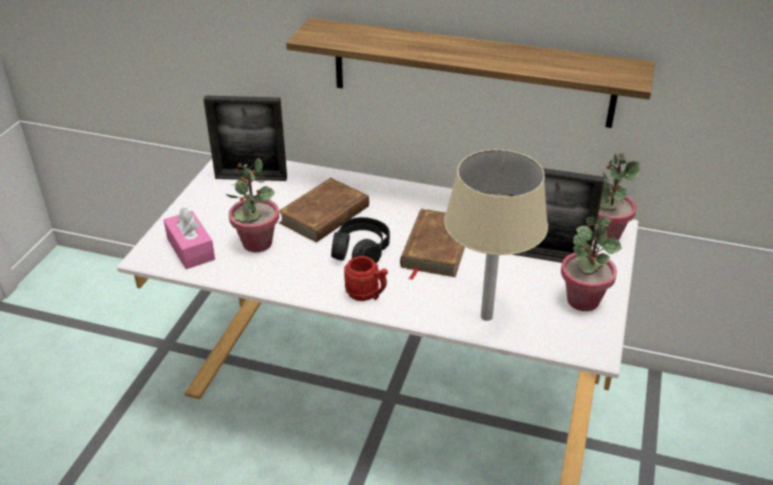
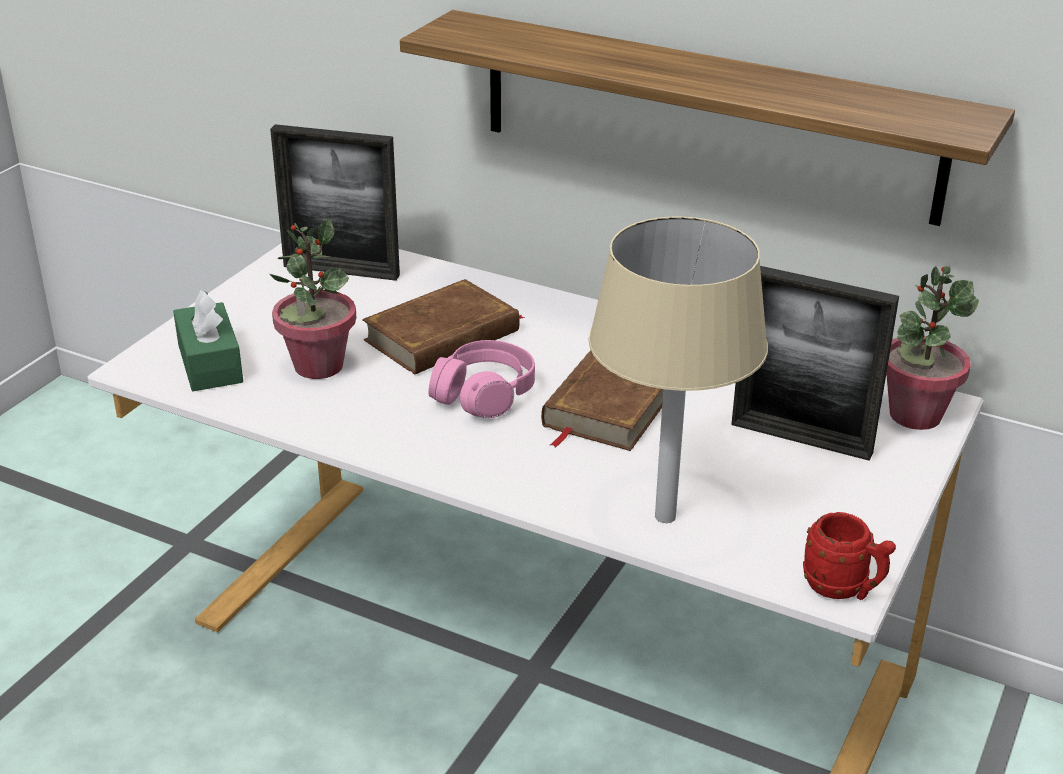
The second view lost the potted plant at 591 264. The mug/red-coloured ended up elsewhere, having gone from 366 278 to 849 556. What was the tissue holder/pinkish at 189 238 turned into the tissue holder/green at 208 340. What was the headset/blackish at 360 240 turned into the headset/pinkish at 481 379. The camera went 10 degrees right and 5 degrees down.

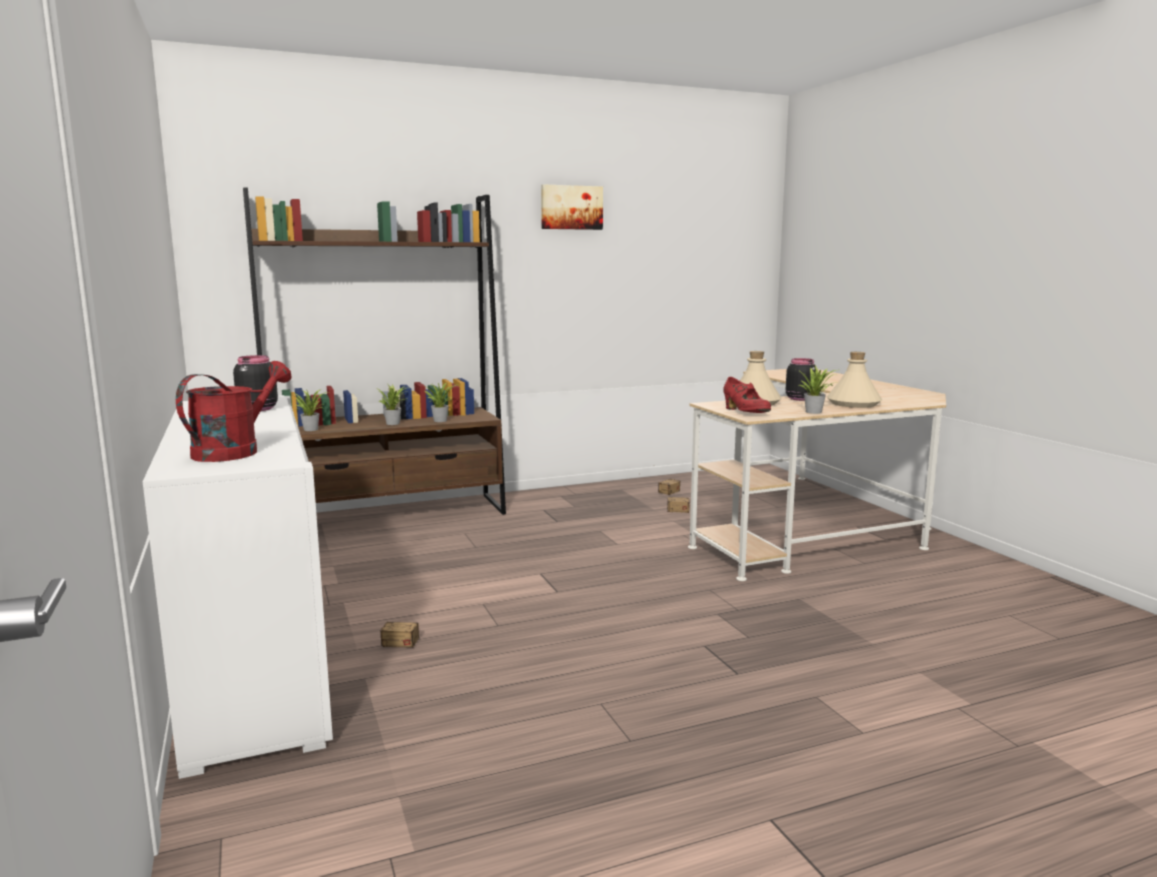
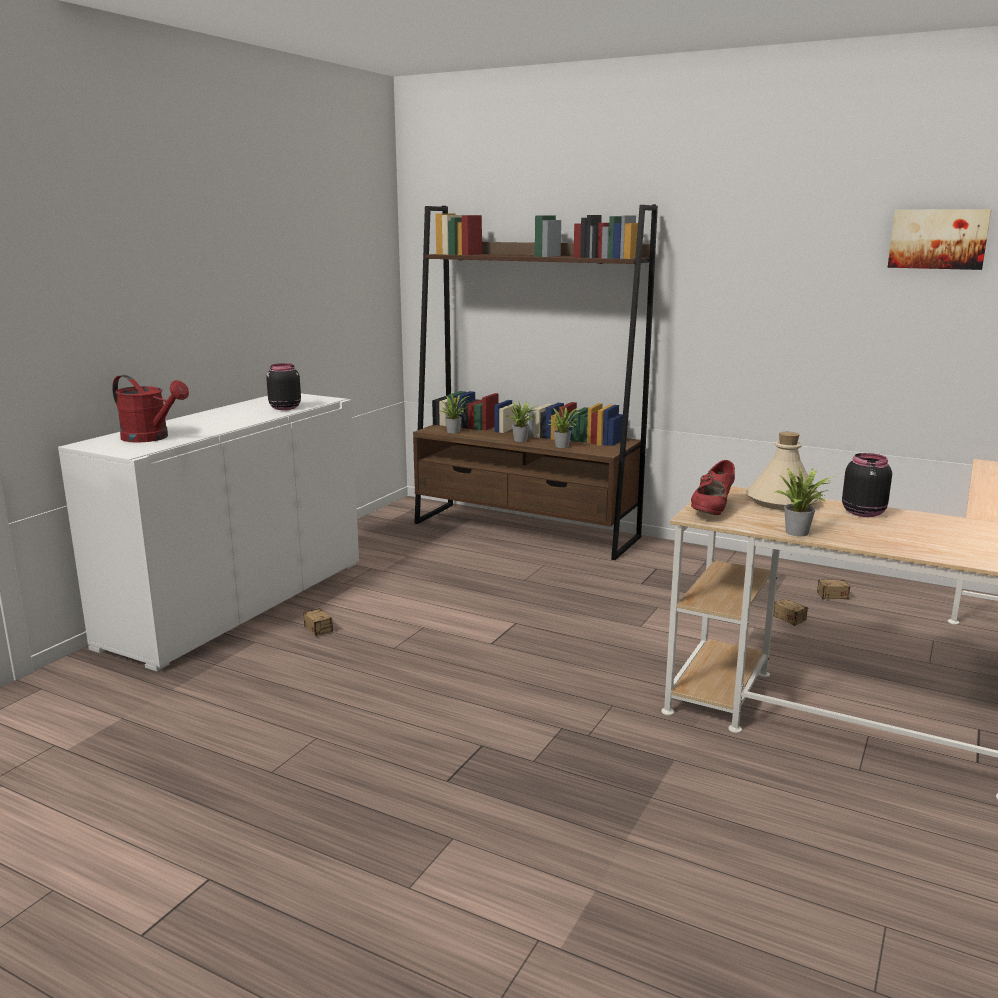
The second view lost the bottle/beige at 854 380. The picture ended up elsewhere, having gone from 572 207 to 939 239. The watering pot/red-coloured at 234 411 ended up facing another way, 45 degrees clockwise from before. The camera went 50 degrees right and 5 degrees up.

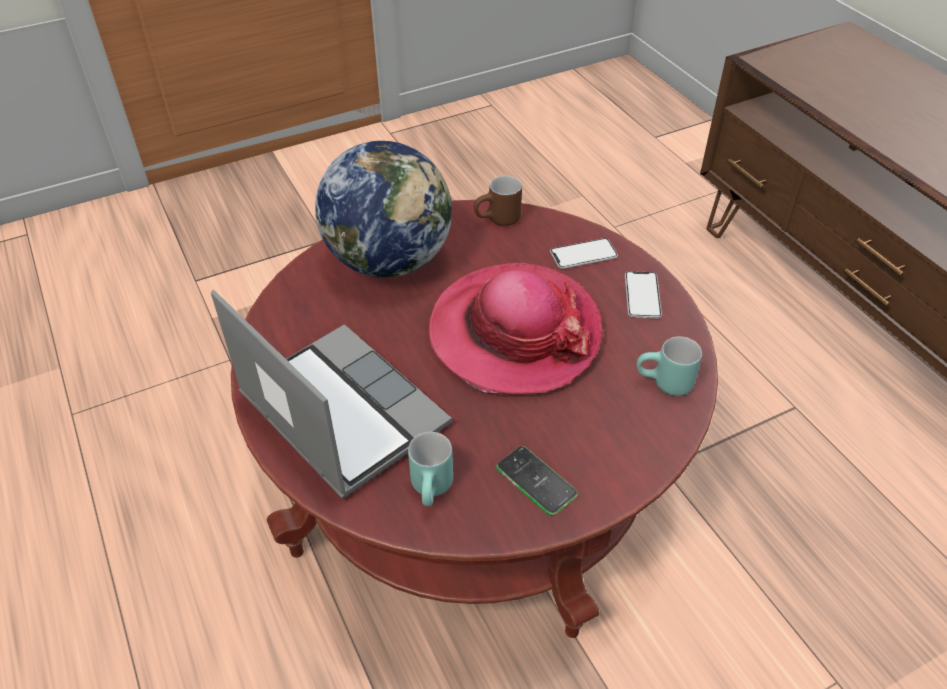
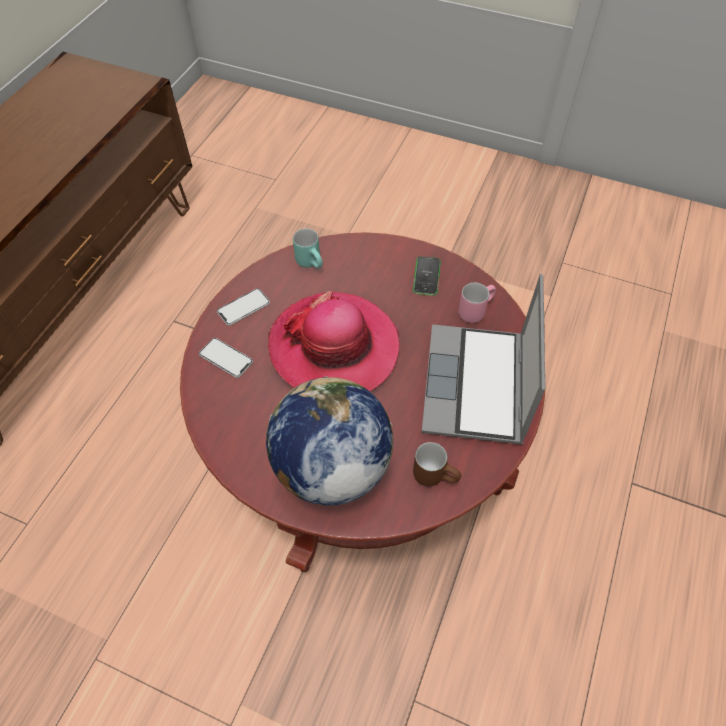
The mug/brown-coloured ended up elsewhere, having gone from 498 201 to 437 464. What was the mug/turquoise-coloured at 430 469 turned into the mug/pinkish at 477 302. The camera went 130 degrees left and 10 degrees up.

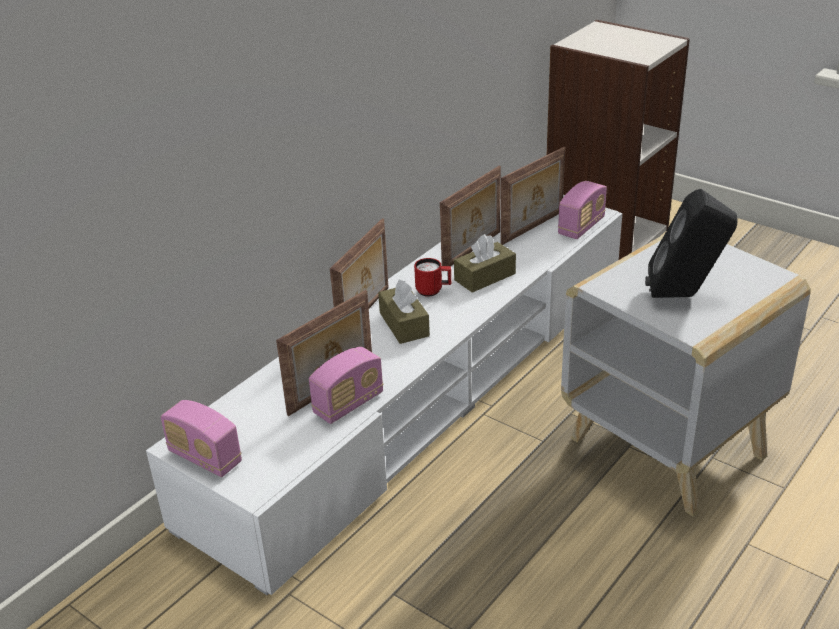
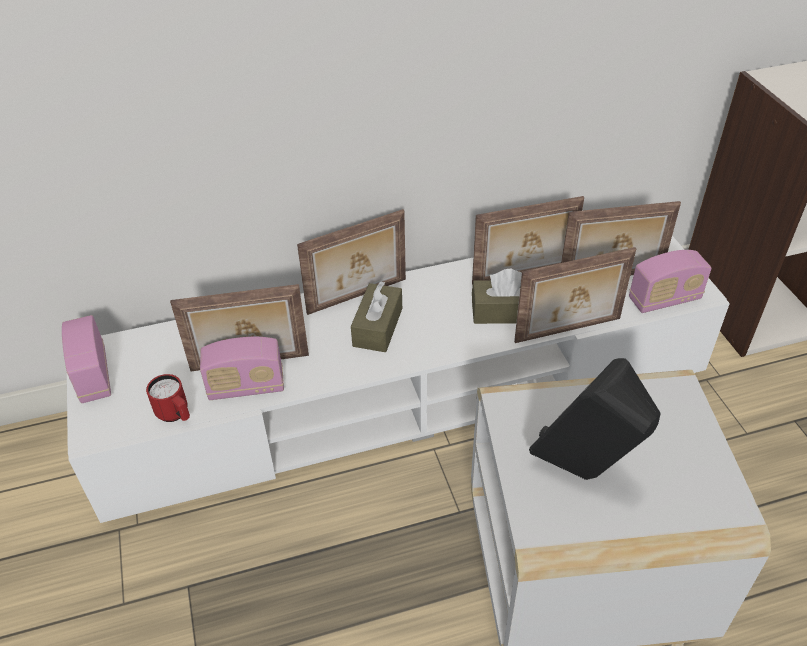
The second view gained the standing frame at 575 295. The mug/red-coloured ended up elsewhere, having gone from 432 277 to 168 398. The camera went 35 degrees right and 10 degrees up.

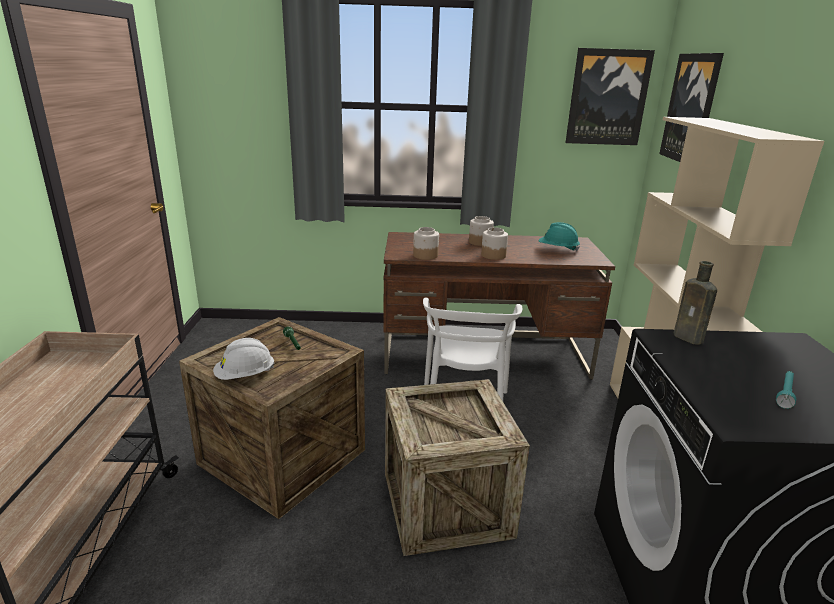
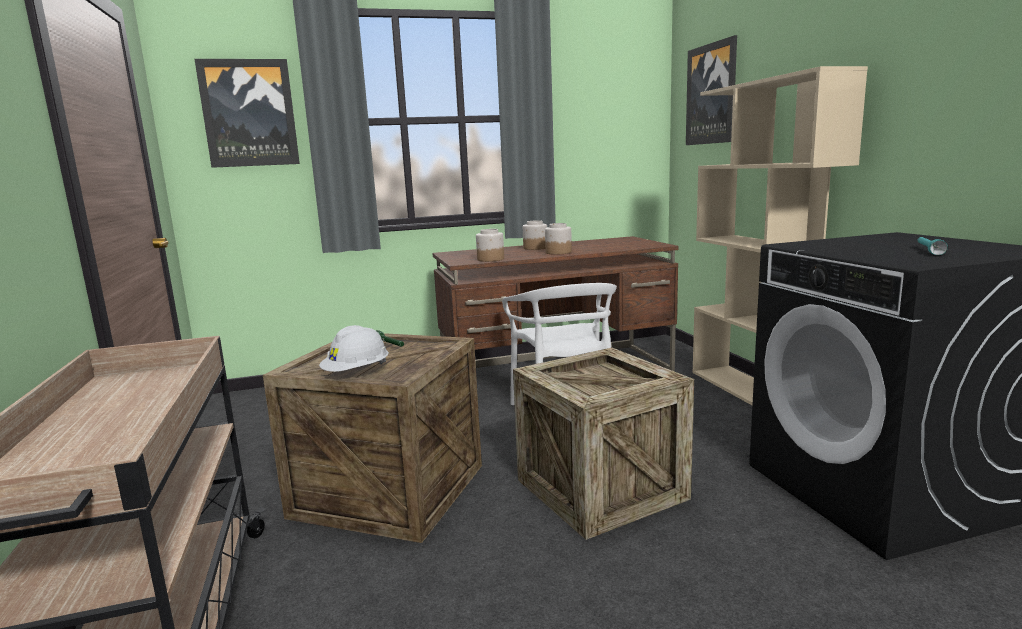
The second view lost the hard hat/turquoise-coloured at 559 237. The second view lost the bottle/brown-coloured at 695 303. The picture ended up elsewhere, having gone from 610 96 to 247 113. The camera went 15 degrees left and 10 degrees down.

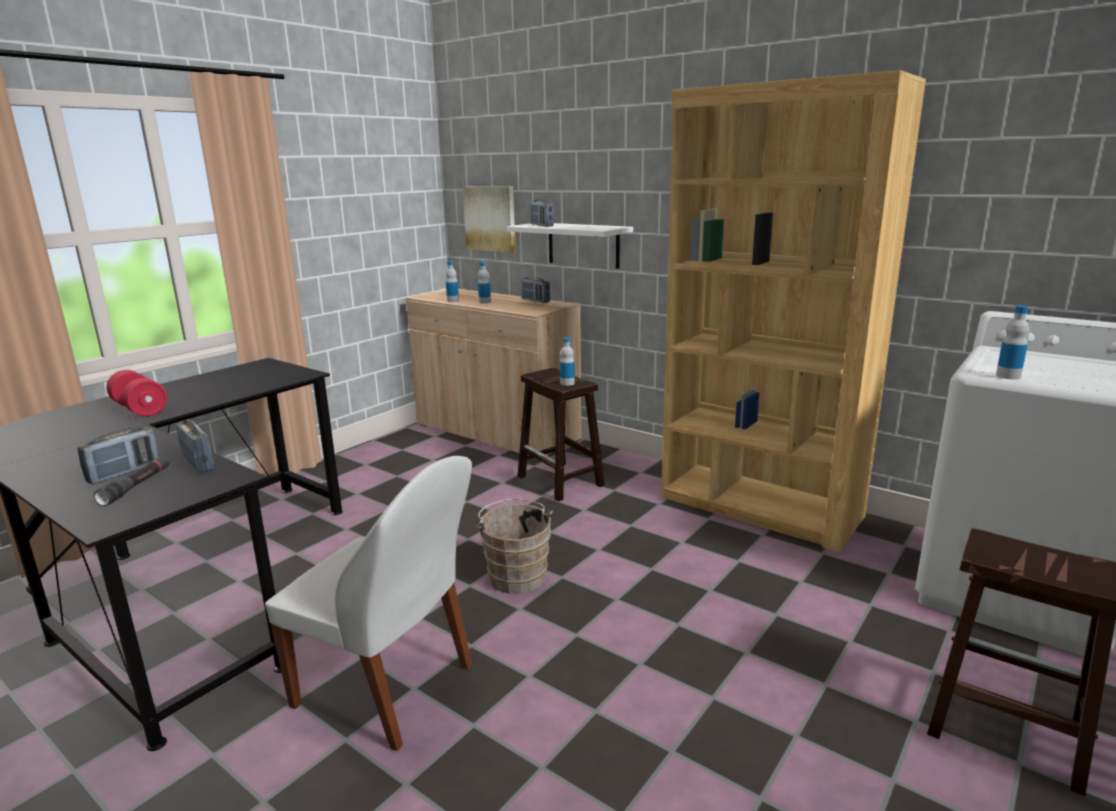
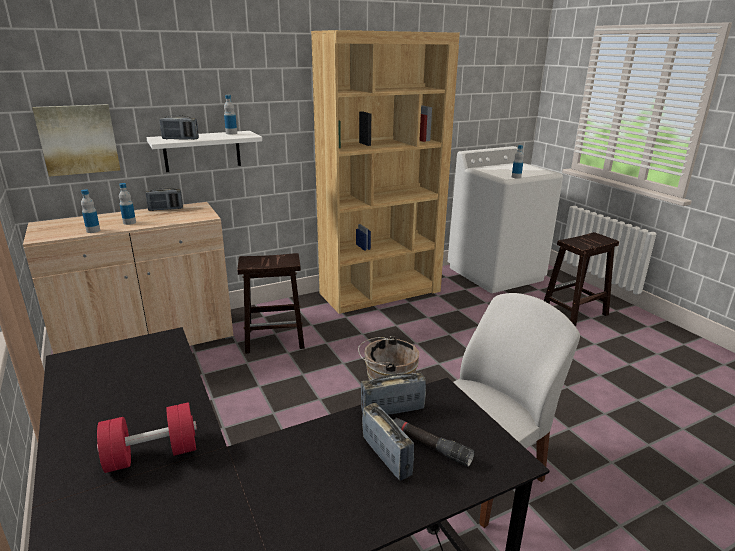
The bottle ended up elsewhere, having gone from 567 361 to 230 114. The camera went 65 degrees left and 5 degrees up.

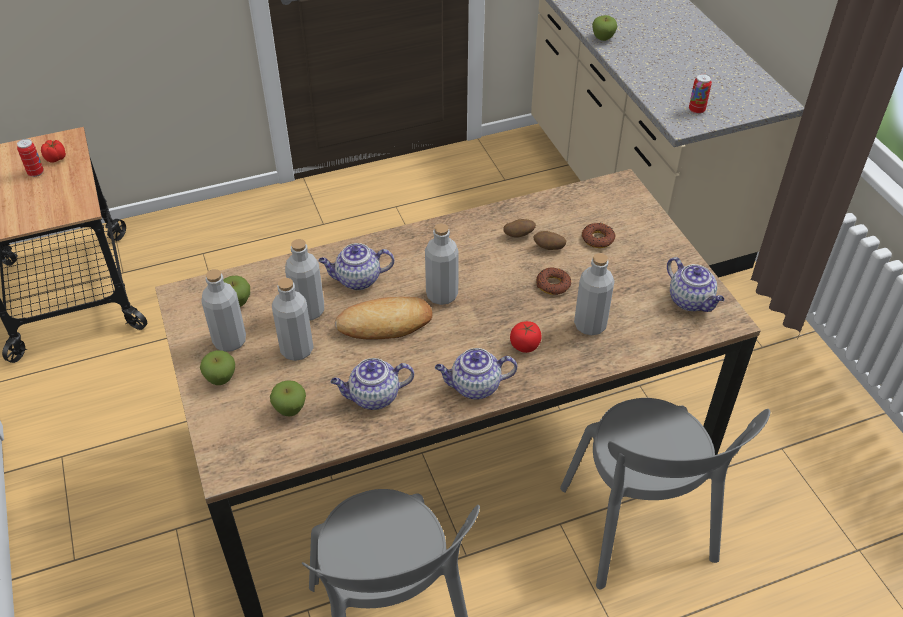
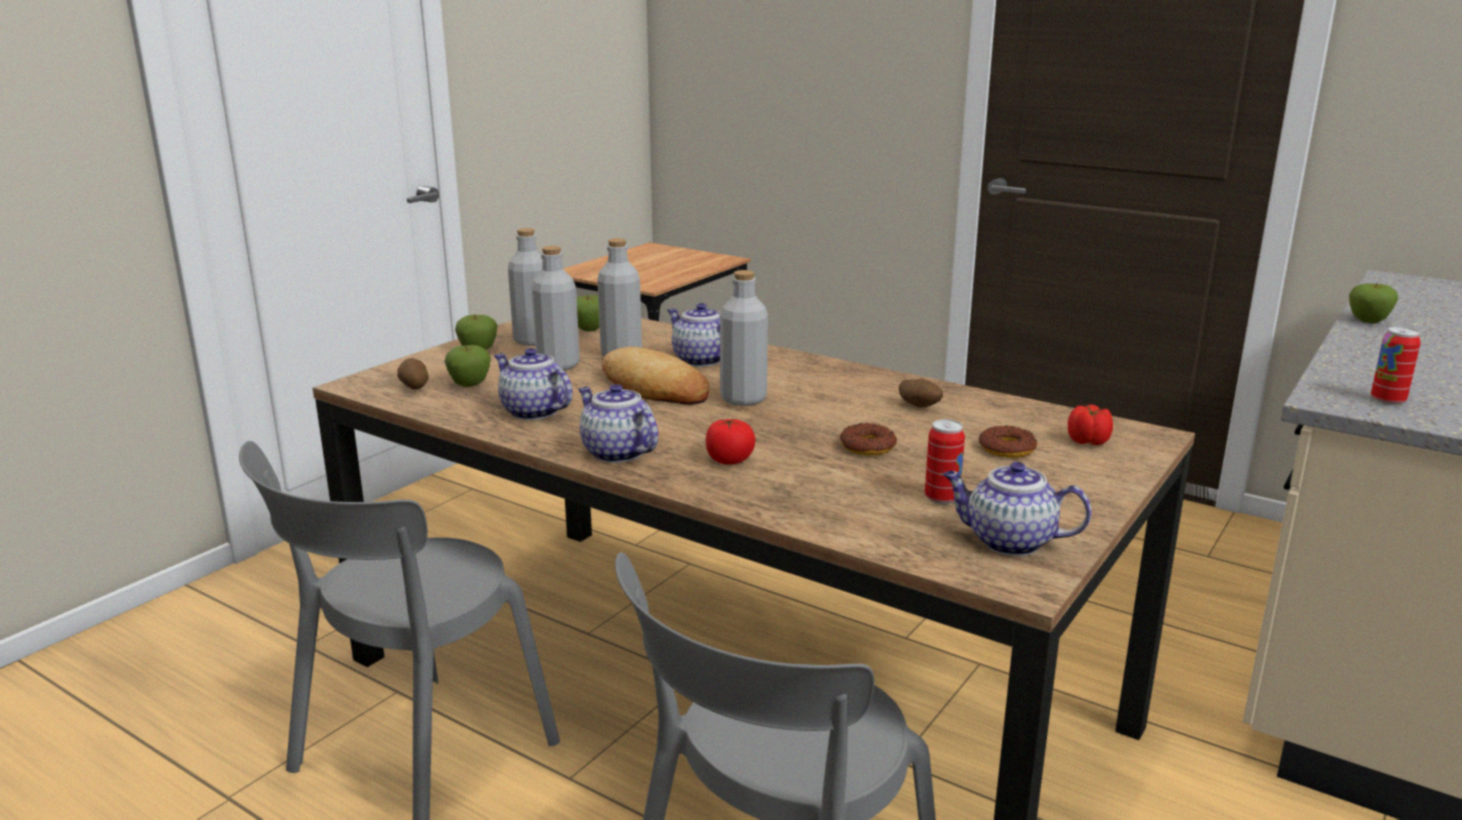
The second view lost the bottle/gray at 594 294. The can ended up elsewhere, having gone from 30 158 to 945 462. The whole tomato ended up elsewhere, having gone from 53 151 to 1090 425. The spud ended up elsewhere, having gone from 550 240 to 413 374. The tea pot at 696 284 ended up facing another way, 90 degrees clockwise from before. The camera went 55 degrees right and 25 degrees down.

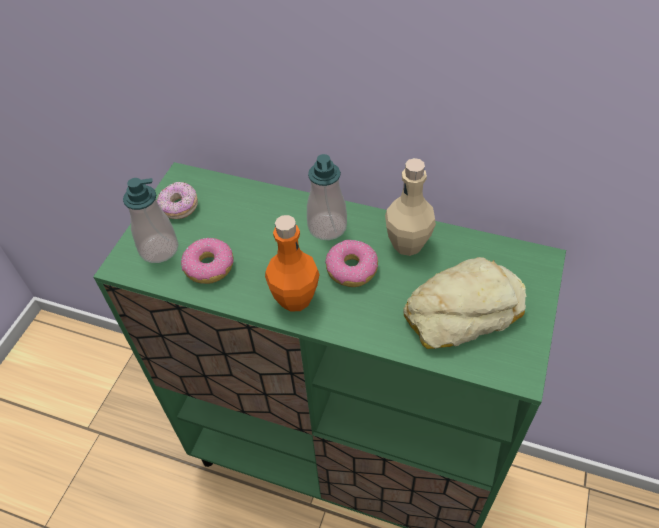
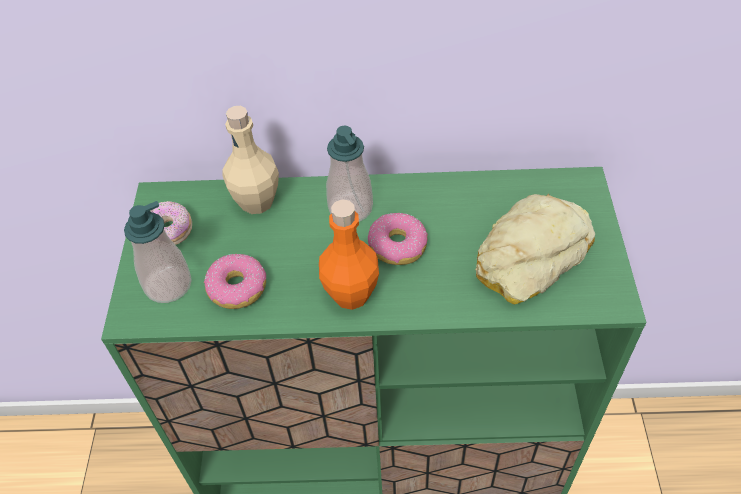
The bottle/beige ended up elsewhere, having gone from 410 207 to 250 160. The camera went 20 degrees left and 0 degrees up.

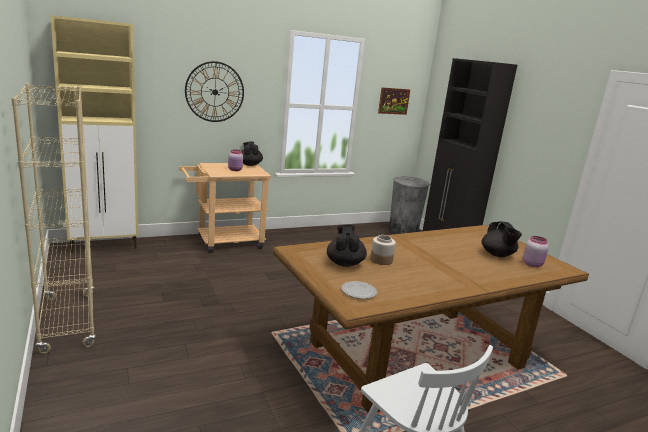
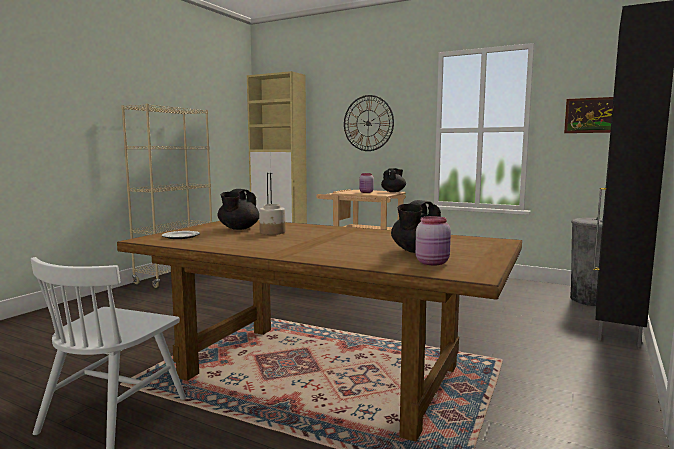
The tea pot/blackish at 347 246 ended up facing another way, 150 degrees clockwise from before. The camera went 55 degrees right and 10 degrees down.

